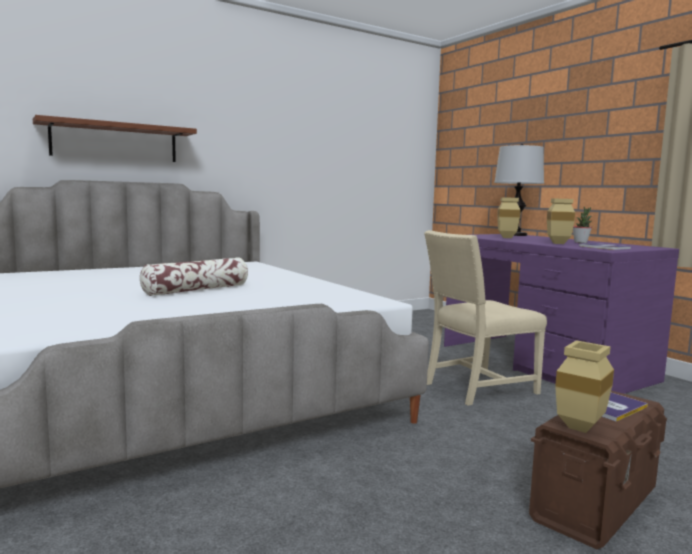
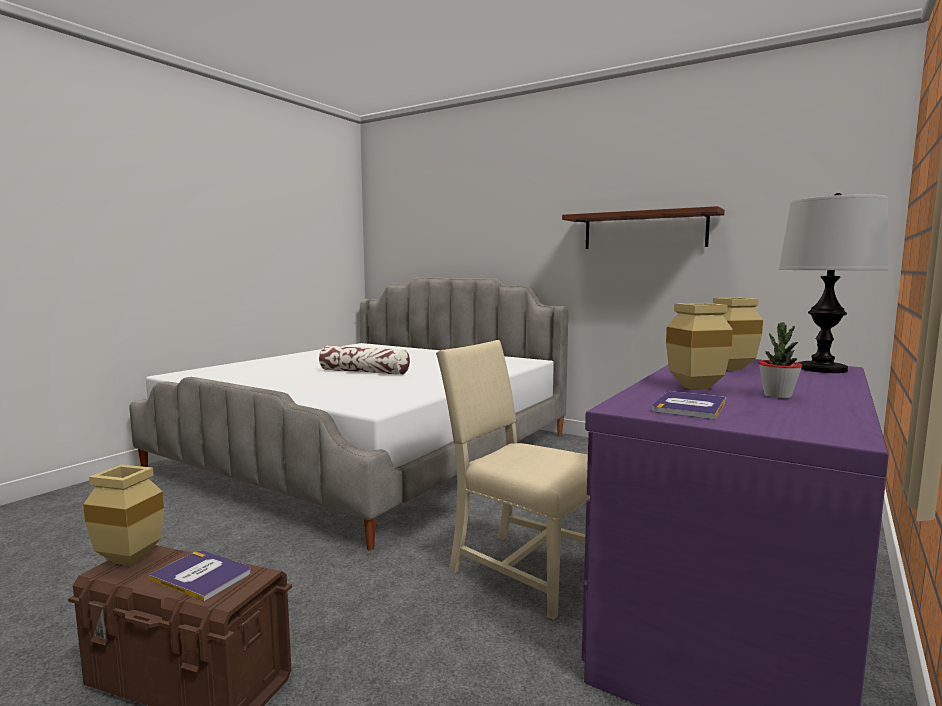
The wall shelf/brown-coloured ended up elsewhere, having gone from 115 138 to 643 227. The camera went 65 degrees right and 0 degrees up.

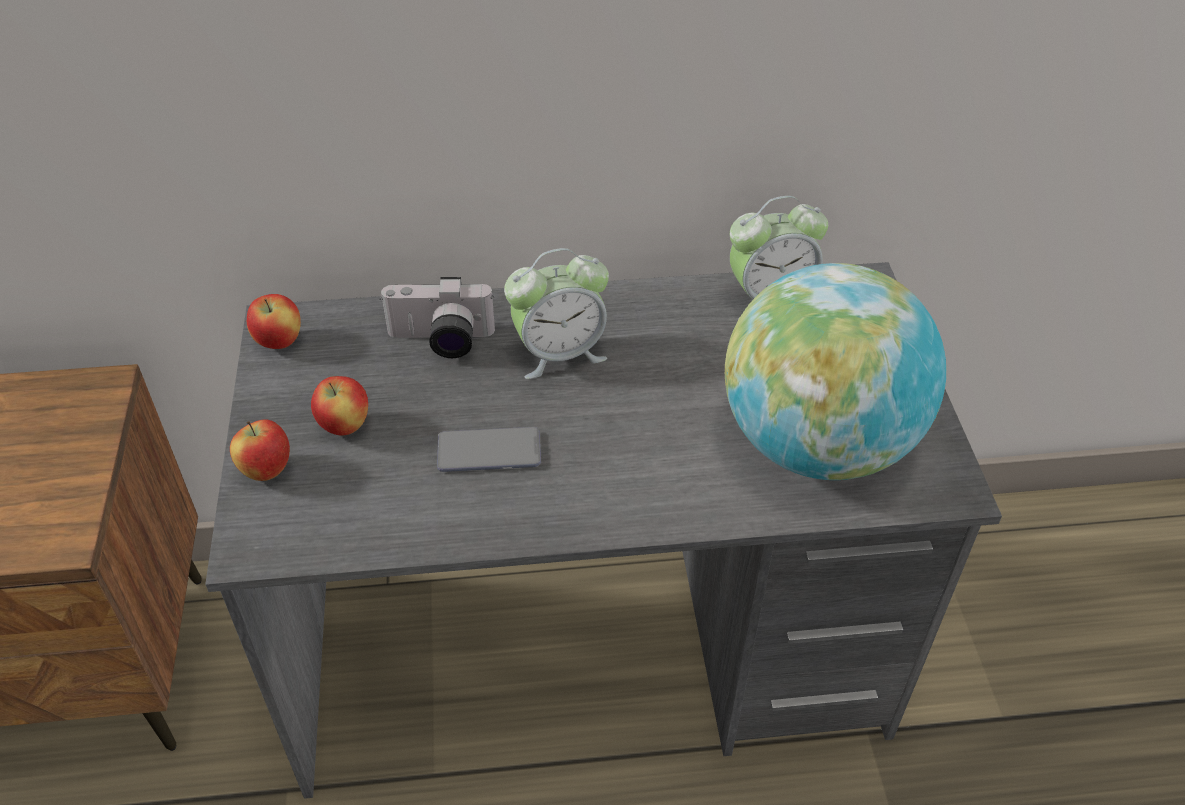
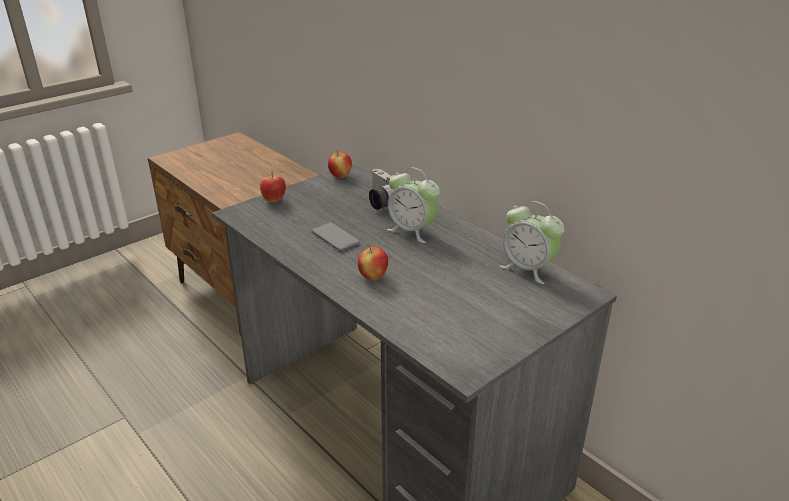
The second view lost the desk globe at 835 371. The whole apple ended up elsewhere, having gone from 339 406 to 373 262. The camera went 55 degrees right and 15 degrees down.

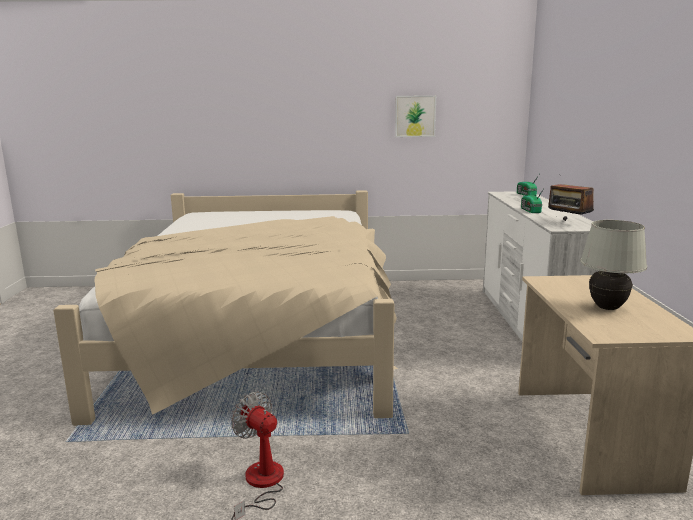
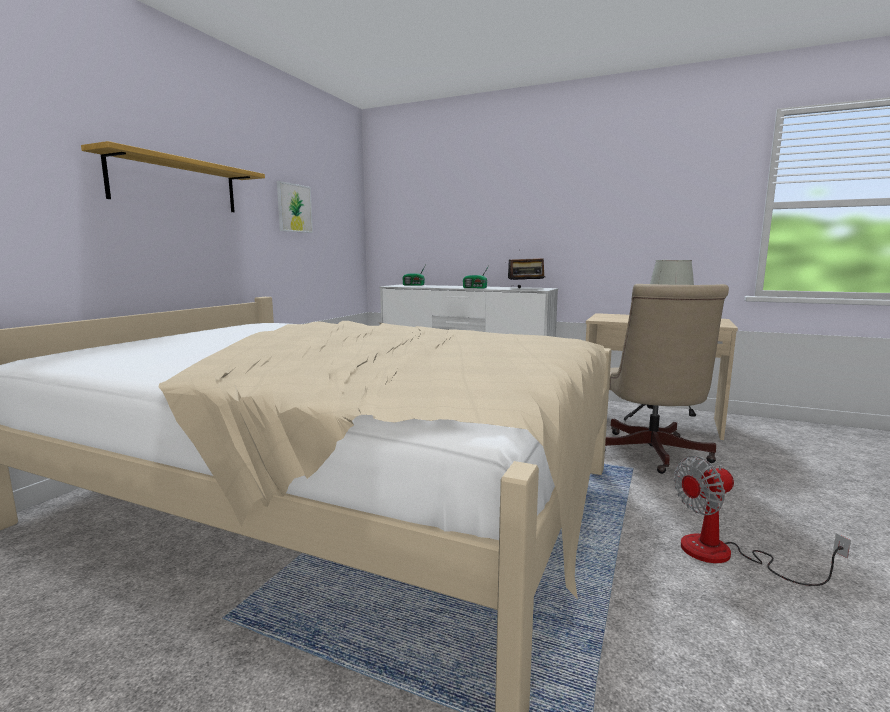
The second view gained the wall shelf at 173 176. The second view gained the desk chair/beige at 667 379. The camera went 65 degrees left and 5 degrees down.

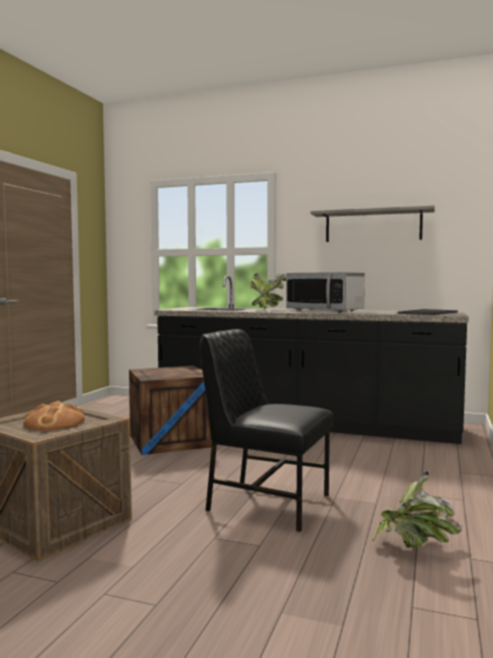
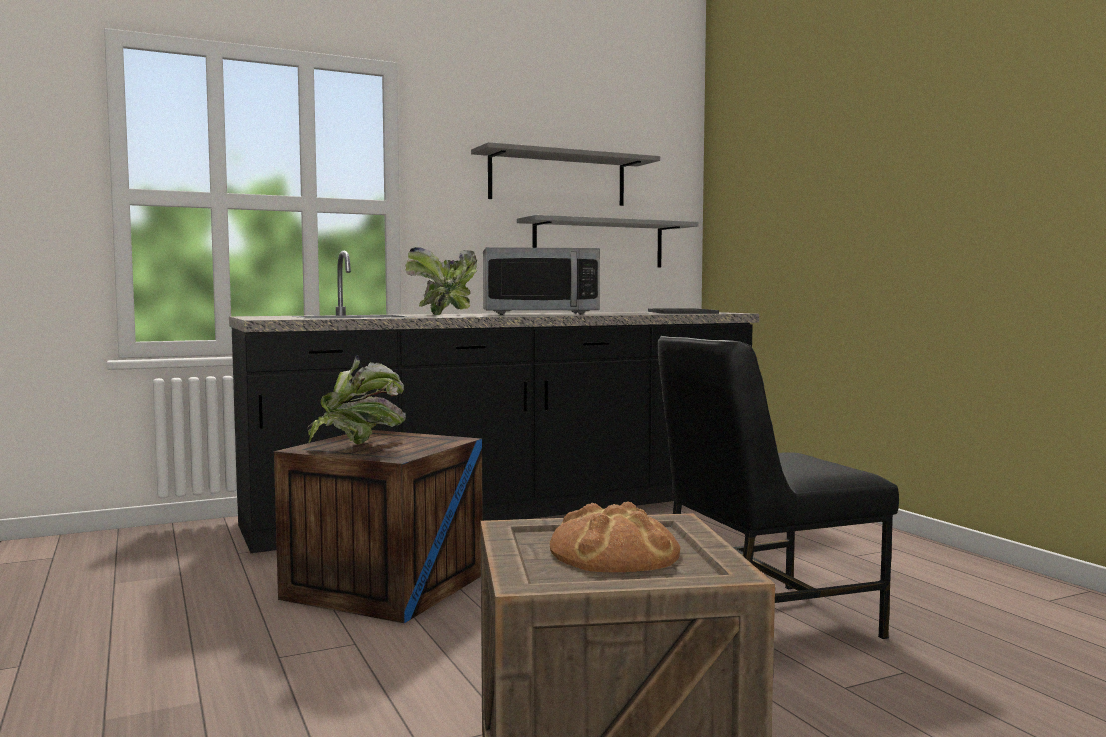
The second view gained the wall shelf/gray at 608 241. The potted plant ended up elsewhere, having gone from 417 510 to 356 399. The camera went 45 degrees left and 0 degrees up.

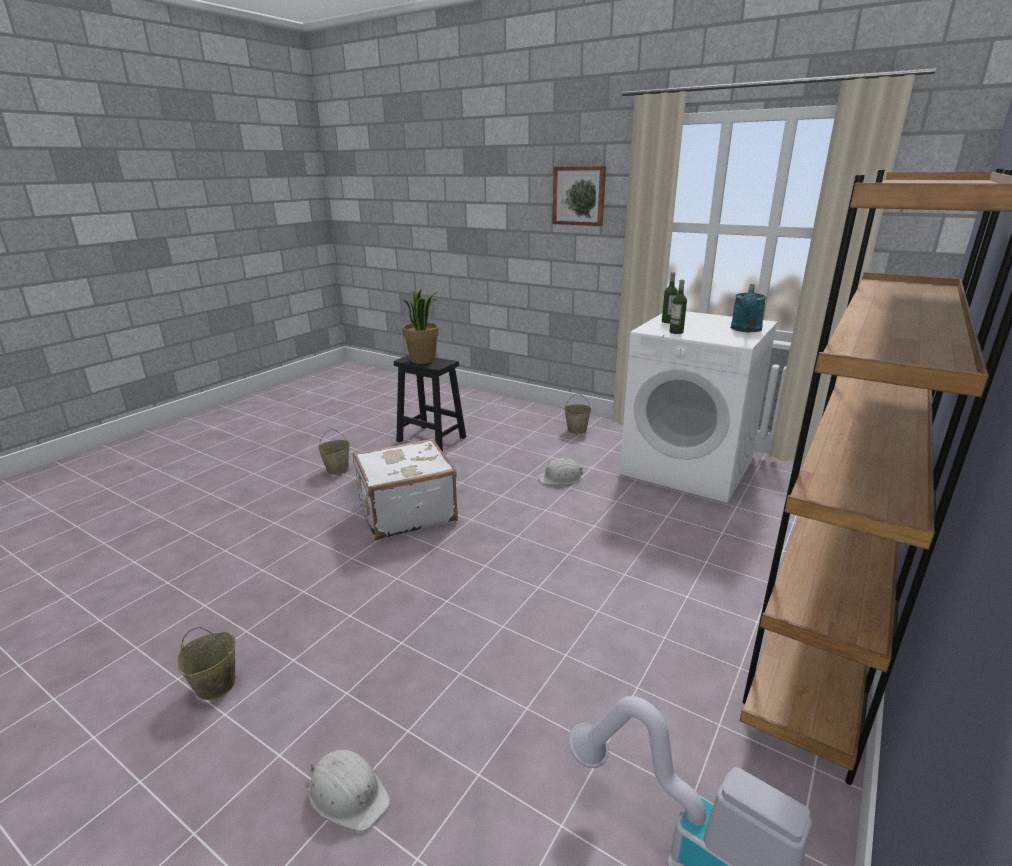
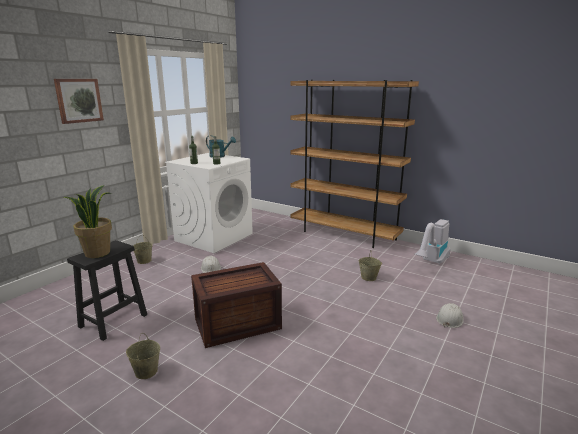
The water bucket/beige ended up elsewhere, having gone from 206 663 to 370 265. Where the travel case/white stood at 405 489, the shipping crate came to stand at 236 305. The camera went 90 degrees left and 5 degrees down.

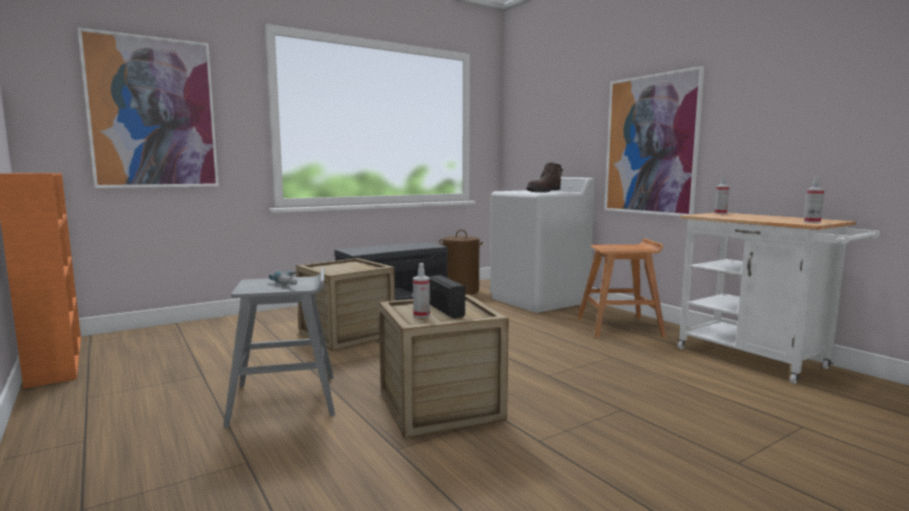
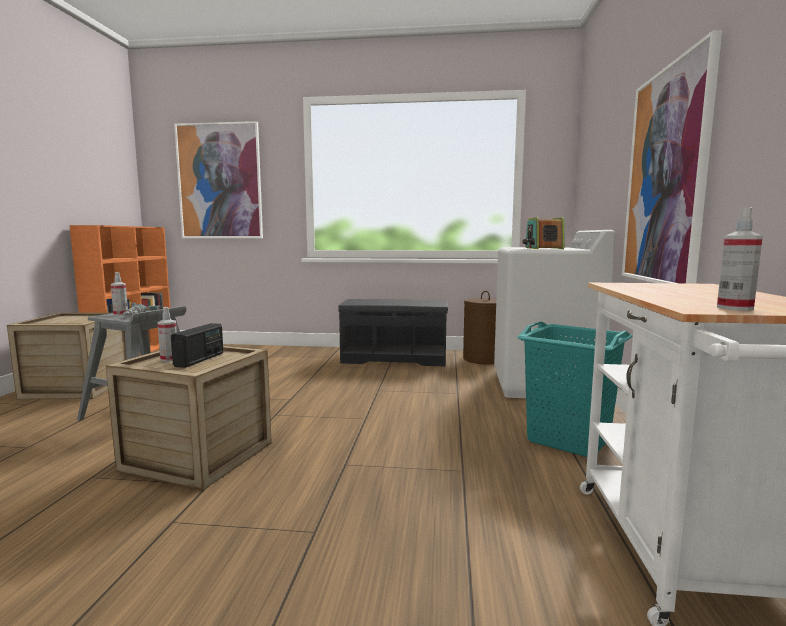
The shipping crate ended up elsewhere, having gone from 345 304 to 66 356. The hand sprayer ended up elsewhere, having gone from 722 194 to 119 294. Where the tall boot/brown-coloured stood at 544 177, the radio receiver came to stand at 544 233. Where the stool/brown-coloured stood at 622 288, the hamper/turquoise-coloured came to stand at 575 389. The camera went 40 degrees right and 0 degrees up.

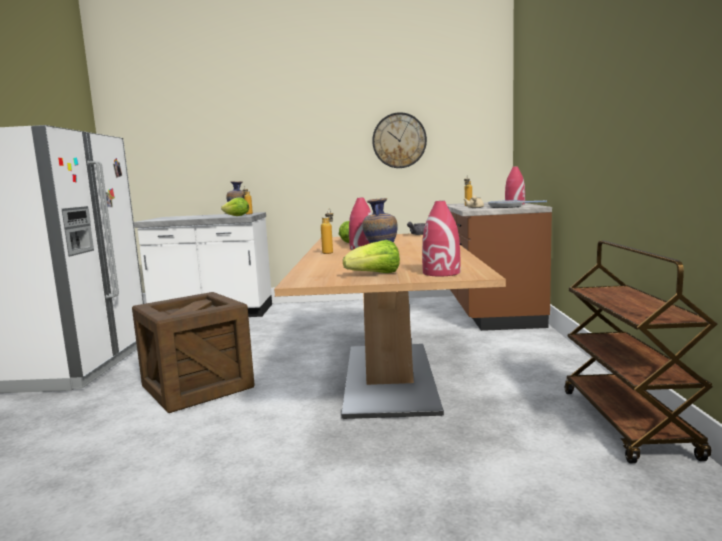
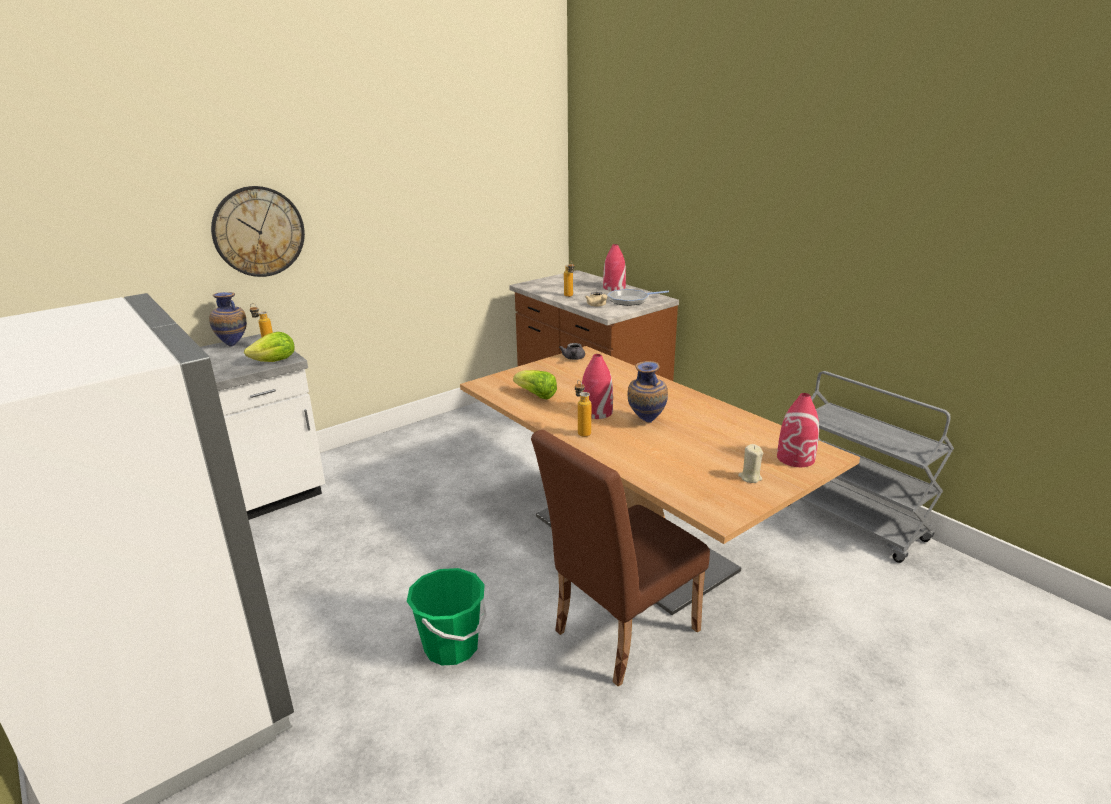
The second view gained the chair/brown-coloured at 620 558. The wall clock ended up elsewhere, having gone from 399 140 to 258 231. Where the shipping crate stood at 193 352, the water bucket/green came to stand at 446 616. Where the head of lettuce stood at 371 256, the wax light/beige came to stand at 751 463. What was the cart/brown-coloured at 641 352 turned into the cart/gray at 870 467. The camera went 40 degrees left and 15 degrees up.

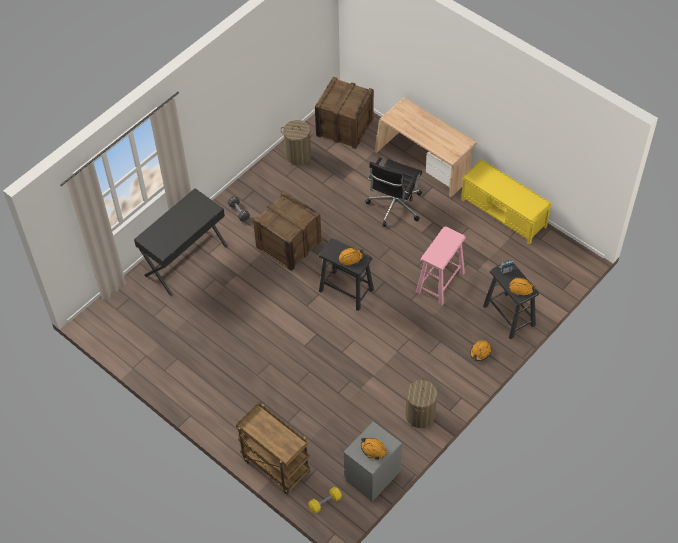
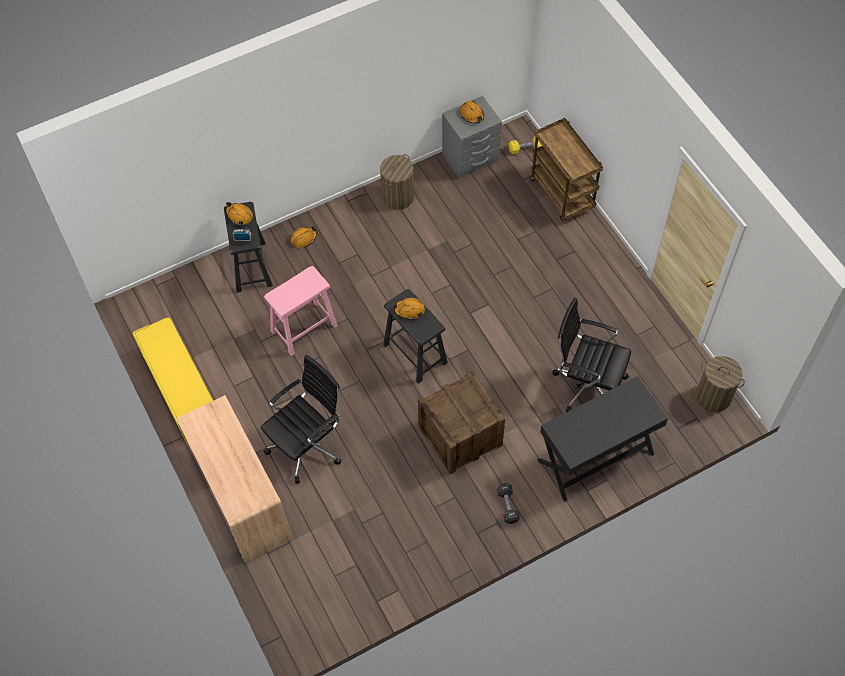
The second view lost the shipping crate at 344 113. The second view gained the desk chair/blackish at 592 355. The hamper ended up elsewhere, having gone from 297 142 to 720 384. The camera went 160 degrees left and 5 degrees up.

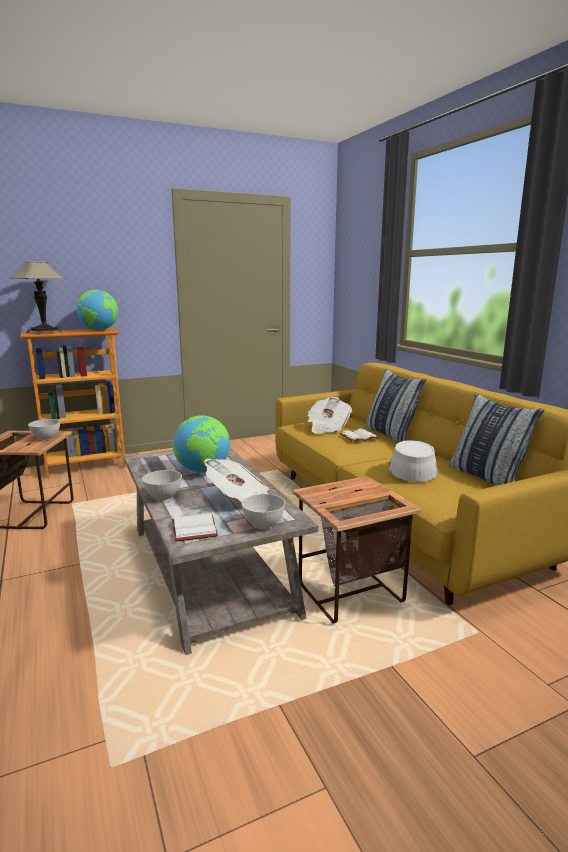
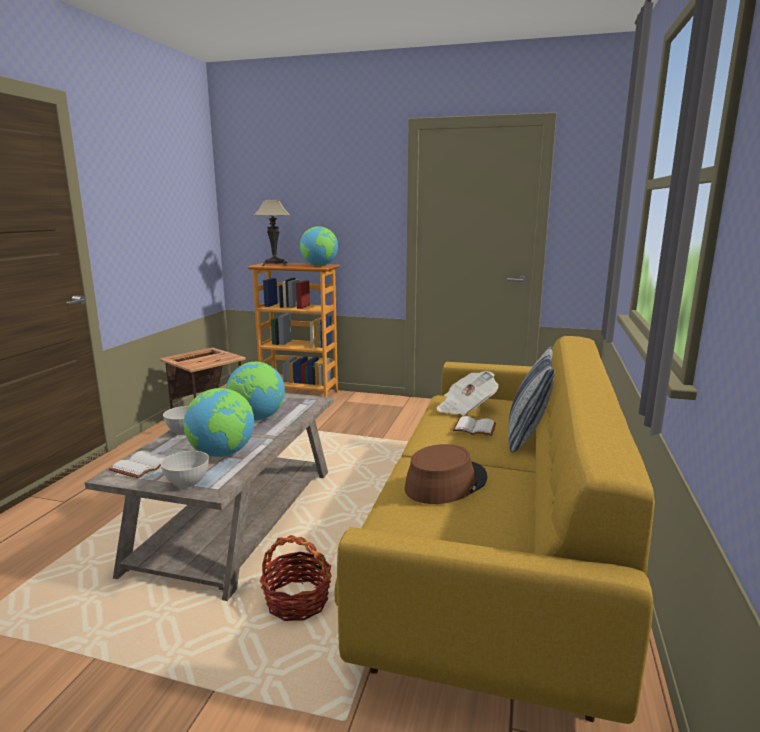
The second view lost the deep dish/gray at 44 429. The second view lost the cushion at 497 439. Where the printed paper stood at 236 480, the desk globe came to stand at 219 422. Where the end table stood at 357 550, the storage basket came to stand at 296 578. What was the wearable hat/gray at 413 461 turned into the wearable hat/brown-coloured at 445 474. The camera went 40 degrees right and 0 degrees up.

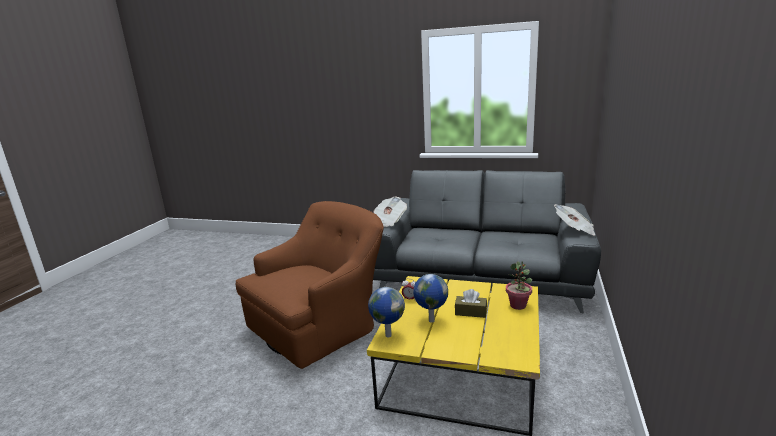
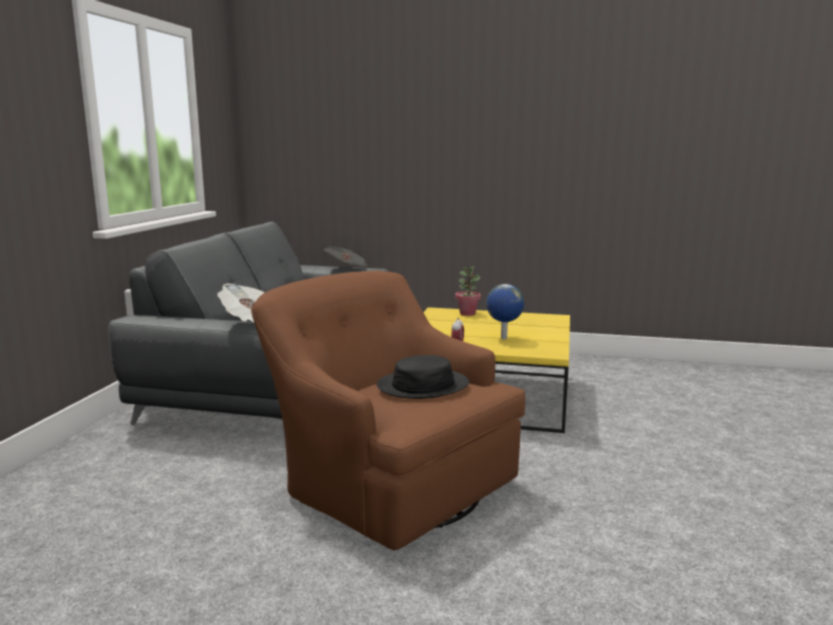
The second view lost the desk globe at 386 312. The second view lost the tissue holder/brown-coloured at 471 303. The second view gained the wearable hat/blackish at 423 377. The camera went 95 degrees left and 5 degrees down.

